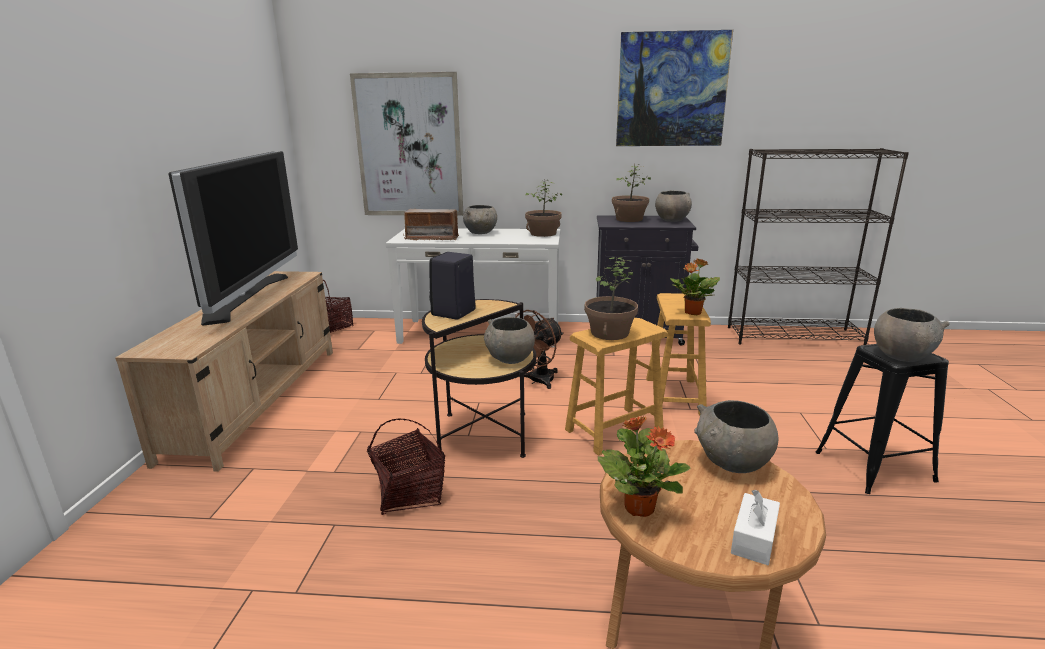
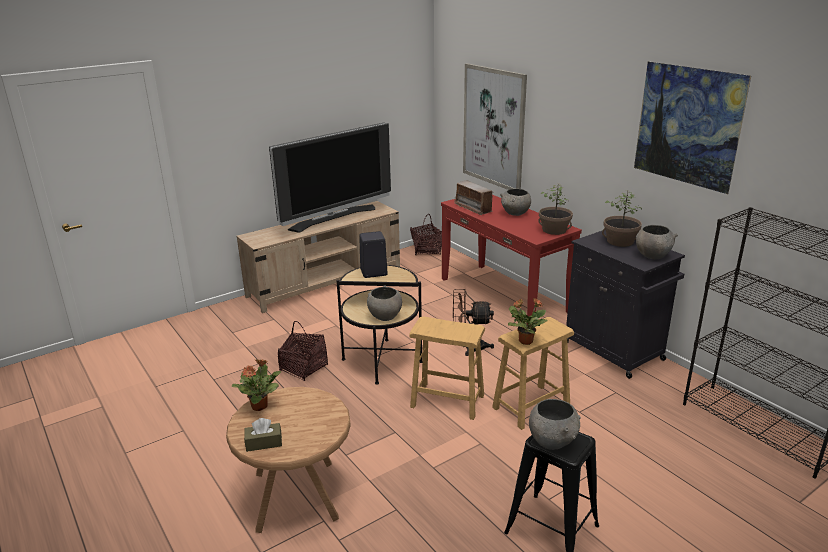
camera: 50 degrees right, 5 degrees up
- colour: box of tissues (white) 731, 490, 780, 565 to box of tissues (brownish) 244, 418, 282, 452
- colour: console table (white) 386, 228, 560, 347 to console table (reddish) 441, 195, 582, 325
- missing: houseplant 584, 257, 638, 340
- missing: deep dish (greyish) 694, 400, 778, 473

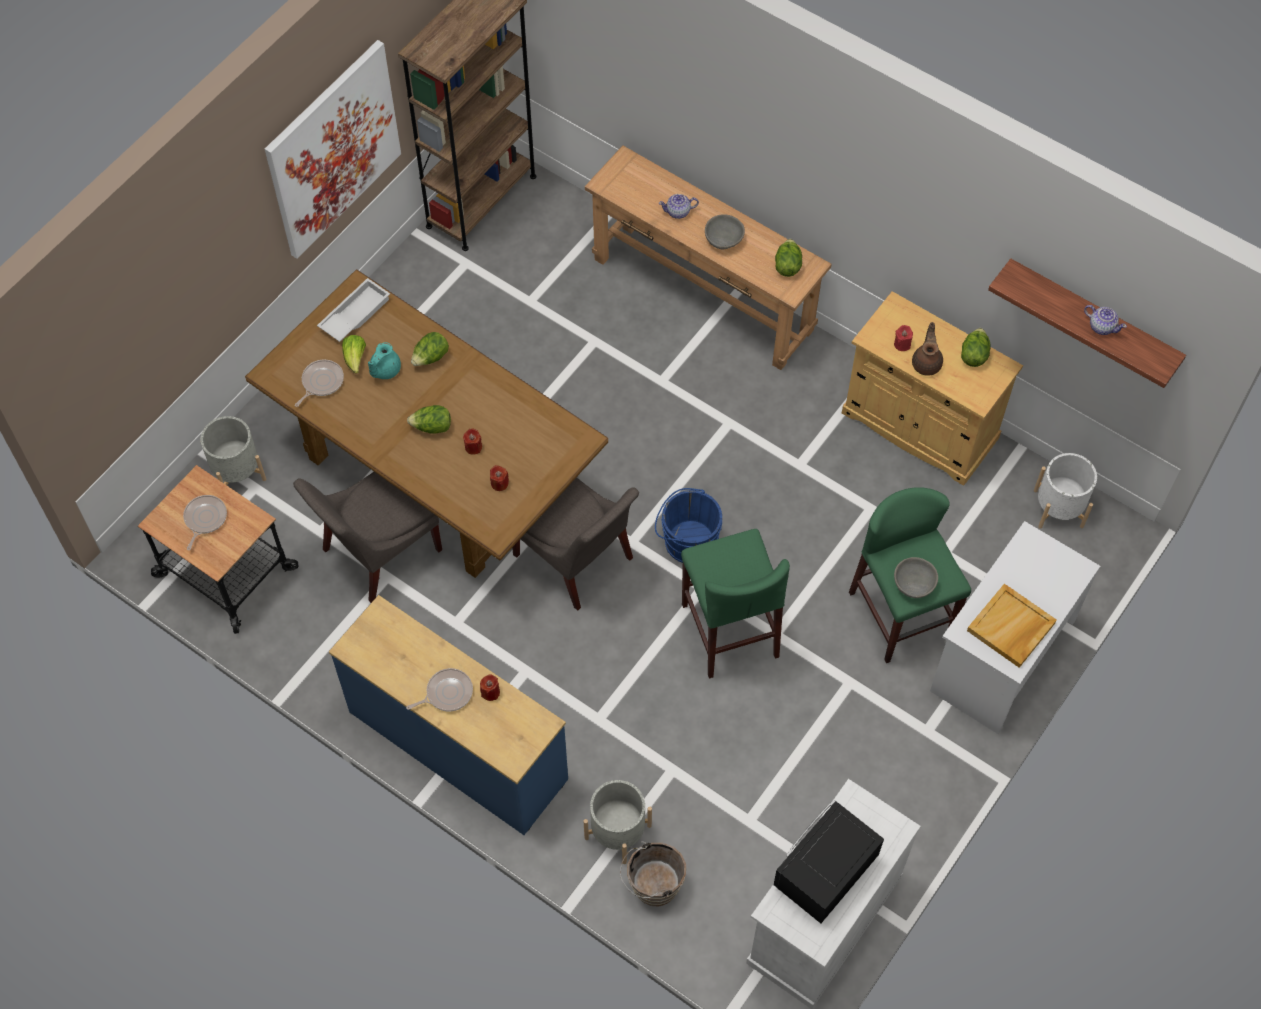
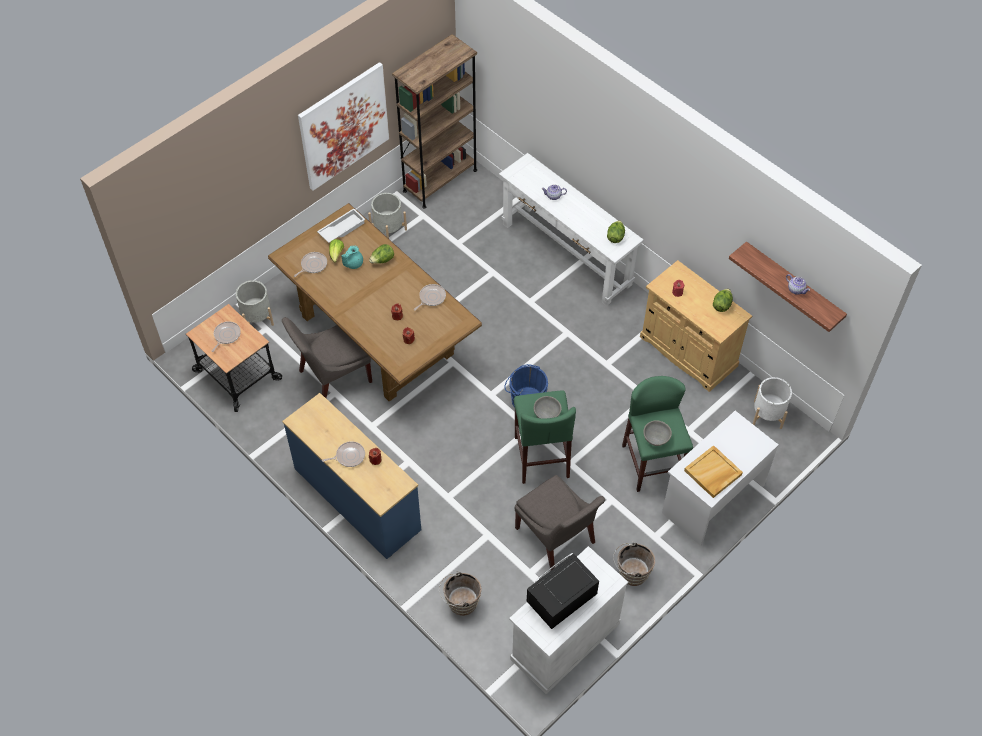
camera: 10 degrees right, 5 degrees down
- relocated: planter (greyish) 583, 780, 652, 864 to 368, 193, 407, 239
- appeared: frying pan 414, 284, 446, 310
- colour: console table (brownish) 585, 145, 832, 370 to console table (white) 499, 153, 644, 306
- relocated: chair (greyish) 512, 477, 639, 610 to 515, 475, 605, 570
- relocated: deep dish (greyish) 705, 214, 745, 249 to 534, 396, 562, 419
- appeared: pail (brownish) 613, 541, 655, 586
- missing: head of lettuce 407, 405, 451, 434
- missing: pot for tea (brownish) 912, 322, 943, 376

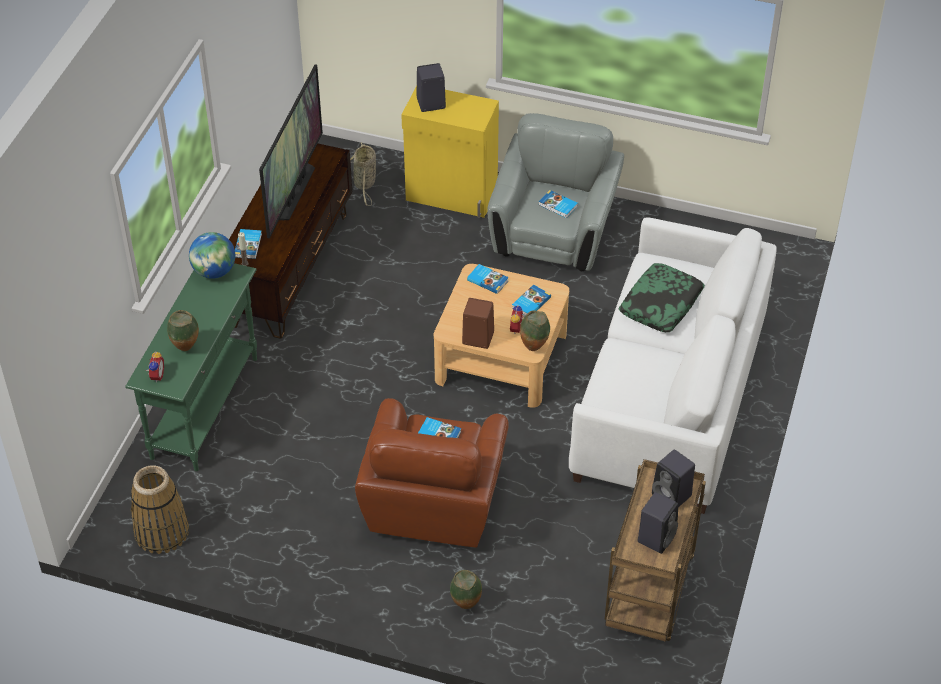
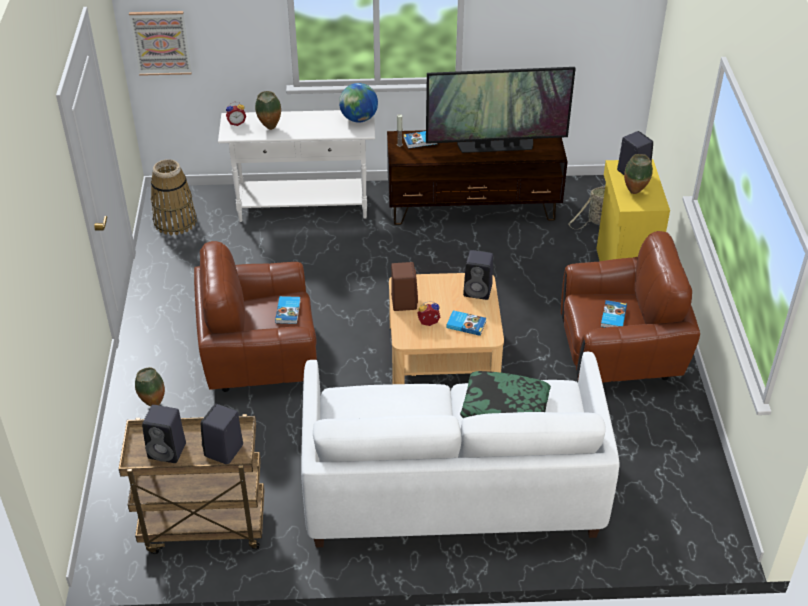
camera: 70 degrees right, 5 degrees down
- appeared: wall art 129, 11, 192, 76
- colour: console table (green) 125, 263, 257, 471 to console table (white) 218, 110, 375, 222
- exchanged: bound book 467, 264, 509, 294 to loudspeaker (black-coloured) 463, 250, 493, 300
- colour: armchair (greyish) 487, 113, 624, 271 to armchair (brownish) 561, 231, 700, 383
- relocated: decorative vase 520, 311, 550, 351 to 624, 154, 653, 194

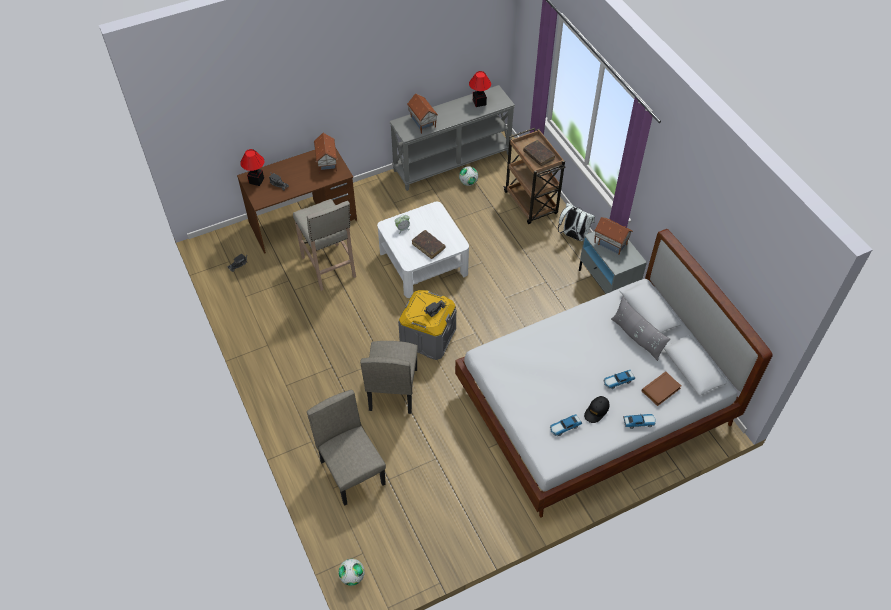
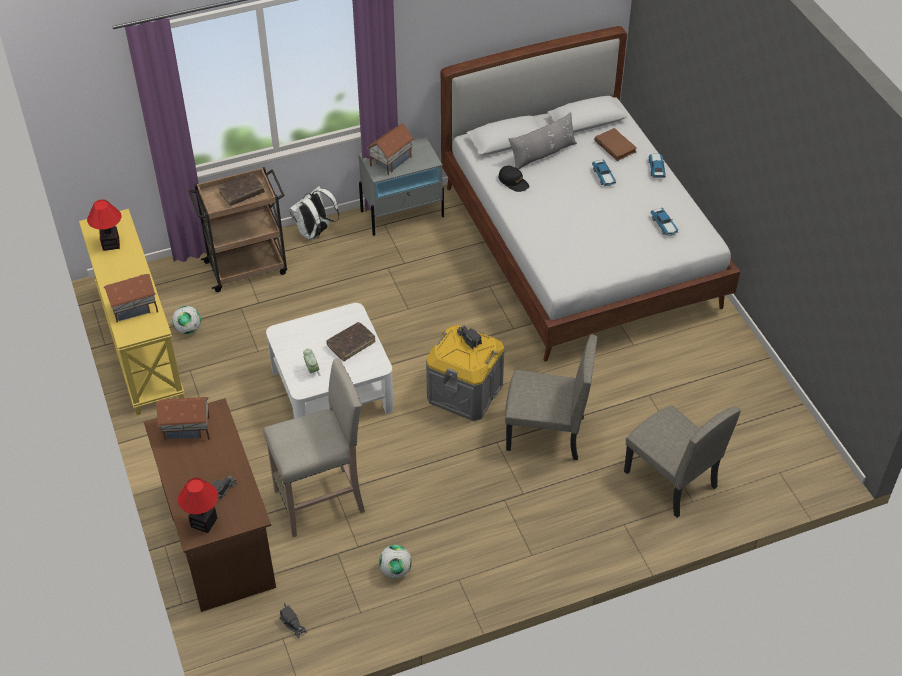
camera: 85 degrees left, 5 degrees down
- colour: console table (greyish) 389, 85, 515, 191 to console table (yellow-coloured) 79, 209, 185, 415
- relocated: ball for football 338, 559, 365, 586 to 379, 545, 412, 578
- relocated: cap (black-coloured) 584, 396, 610, 423 to 499, 166, 529, 192
- spun: chair (sand-coloured) 307, 390, 386, 506 = 624, 406, 741, 518 105 degrees counterclockwise

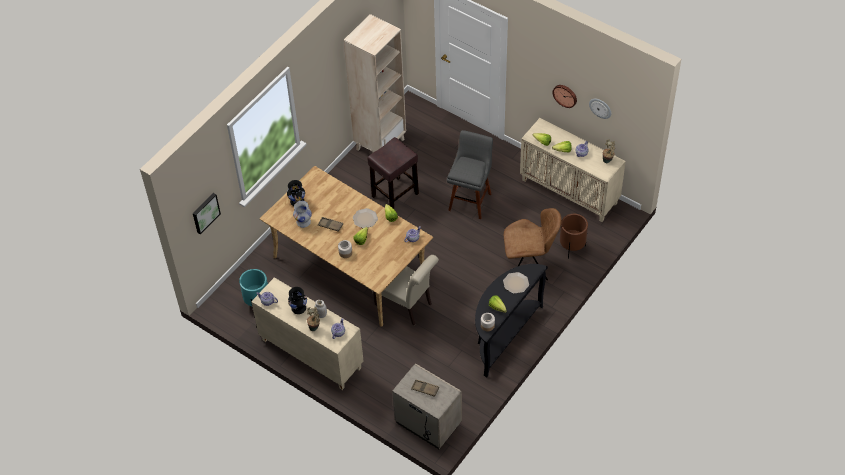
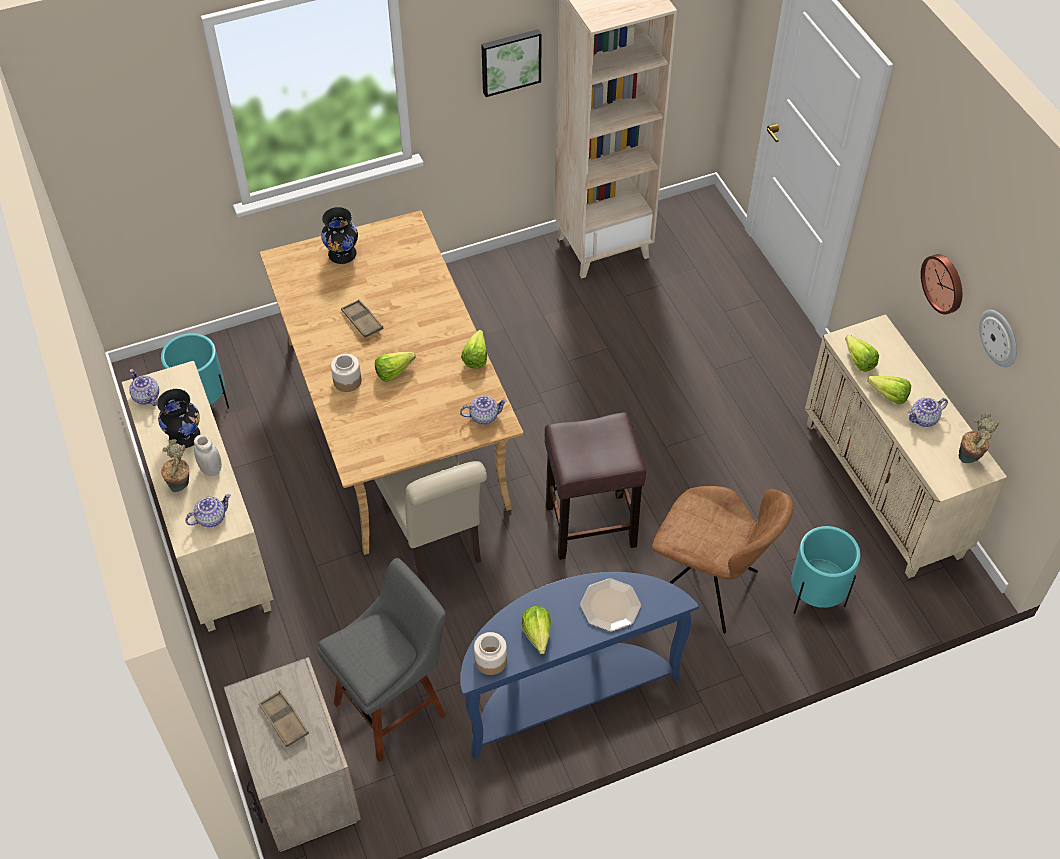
camera: 30 degrees right, 0 degrees up
- relocated: sitting stool (greyish) 447, 130, 493, 219 to 317, 558, 446, 763
- colour: console table (black-coloured) 475, 264, 548, 377 to console table (blue) 461, 572, 699, 760
- relocated: wall art 193, 193, 221, 234 to 481, 29, 542, 97
- relocated: sitting stool (brownish) 367, 137, 419, 209 to 545, 412, 646, 560
- colour: planter (brownish) 560, 214, 588, 259 to planter (blue-green) 791, 526, 860, 614
- missing: decorative vase (white) 293, 201, 312, 228
- missing: dinner plate 353, 208, 378, 228

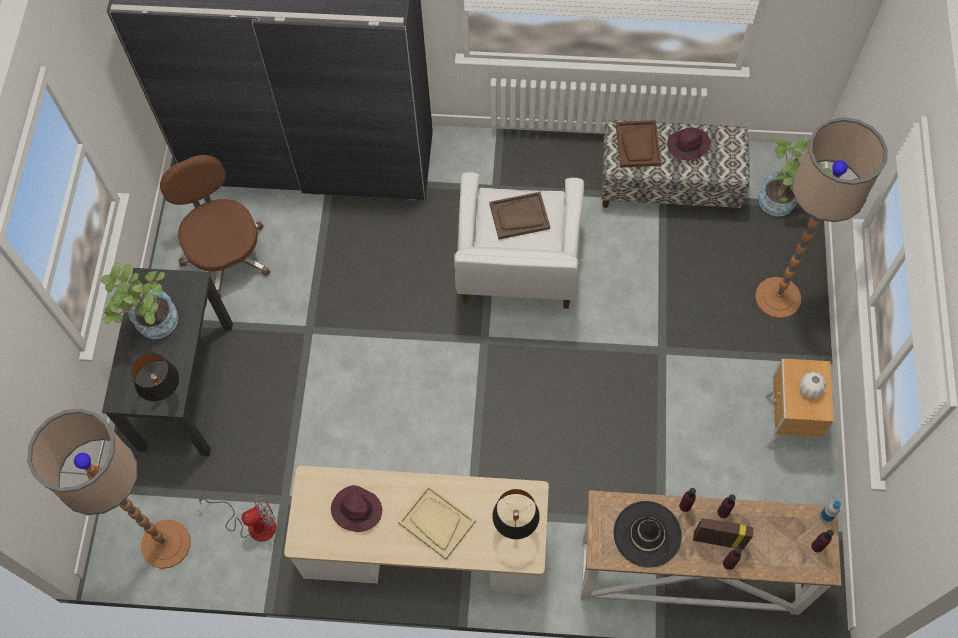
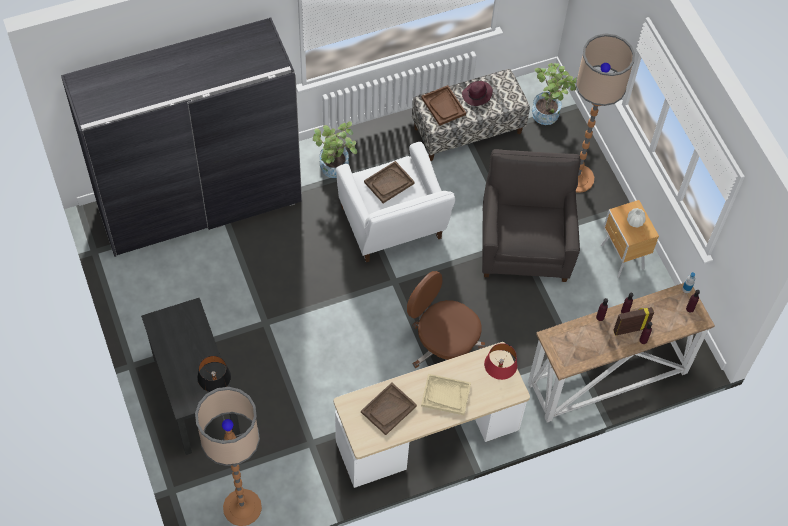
camera: 30 degrees left, 5 degrees down
- relocated: houseplant 101, 263, 178, 339 to 313, 121, 357, 178
- exchanged: hat (purplish) 331, 485, 382, 532 to tray (brownish) 361, 383, 417, 435
- relocated: computer chair (brownish) 160, 155, 270, 298 to 407, 271, 485, 368
- appeared: armchair (greyish) 482, 149, 581, 282
- colour: table lamp (black-coloured) 492, 489, 540, 539 to table lamp (reddish) 484, 343, 517, 380
- missing: electric fan 197, 494, 276, 542
- missing: hat (black-coloured) 613, 501, 682, 568

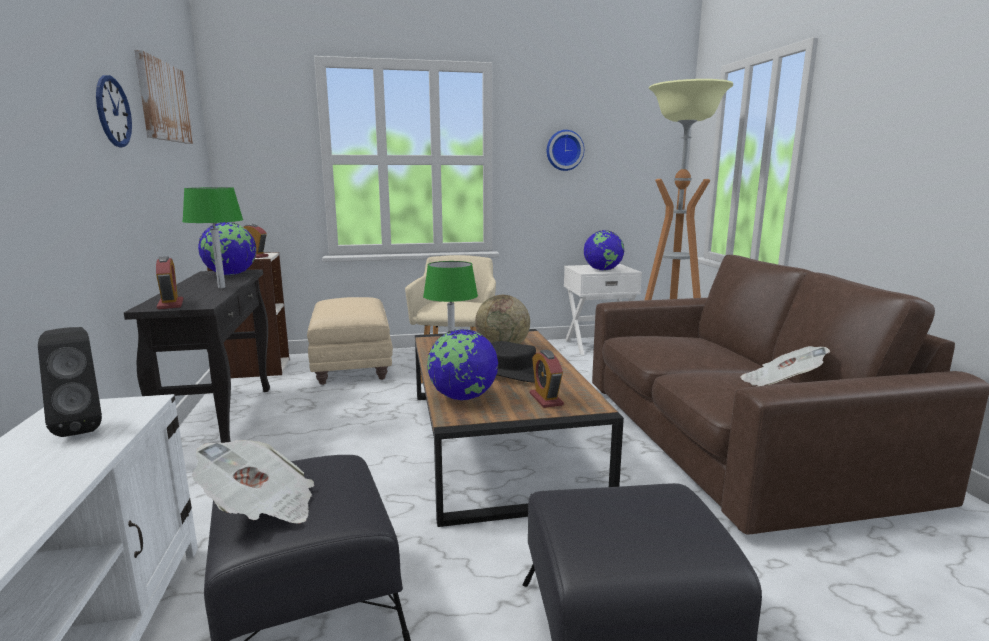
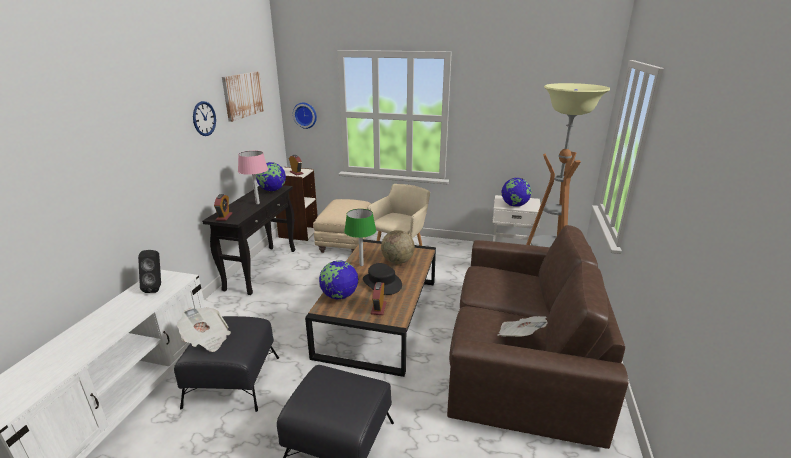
camera: 25 degrees right, 10 degrees up
- colour: table lamp (green) 182, 187, 243, 288 to table lamp (pink-coloured) 238, 151, 268, 204
- relocated: wall clock 547, 130, 584, 171 to 293, 102, 317, 129

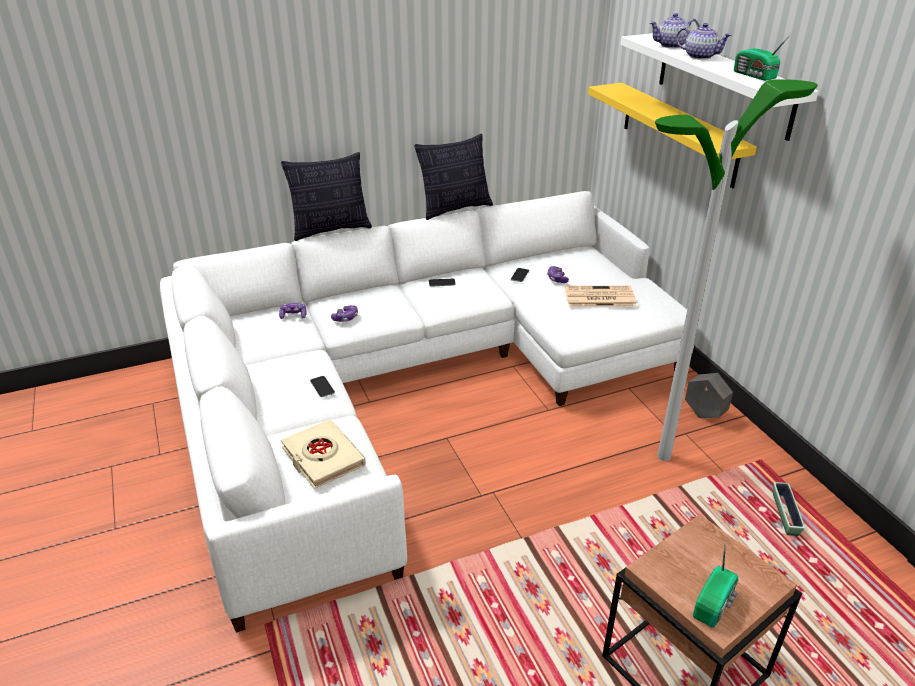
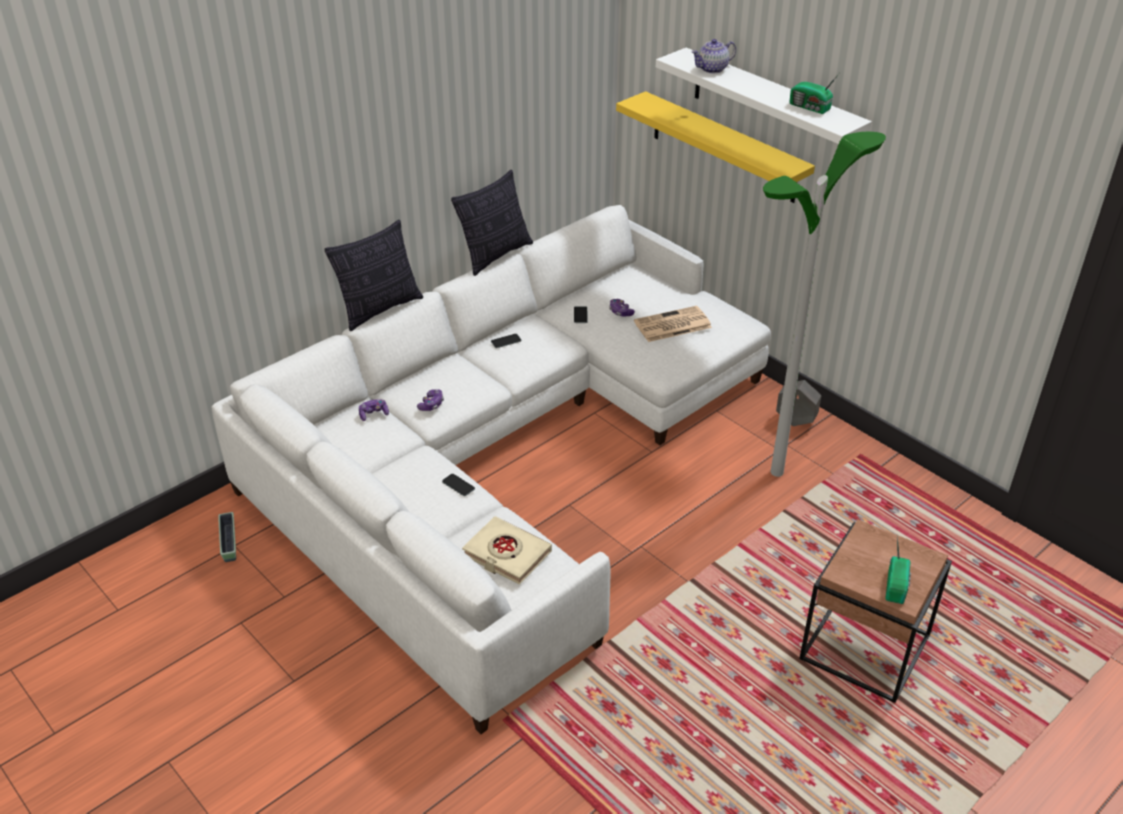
camera: 20 degrees left, 5 degrees up
- relocated: planter 773, 482, 805, 536 to 218, 512, 236, 562
- missing: pot for tea 676, 23, 732, 60

